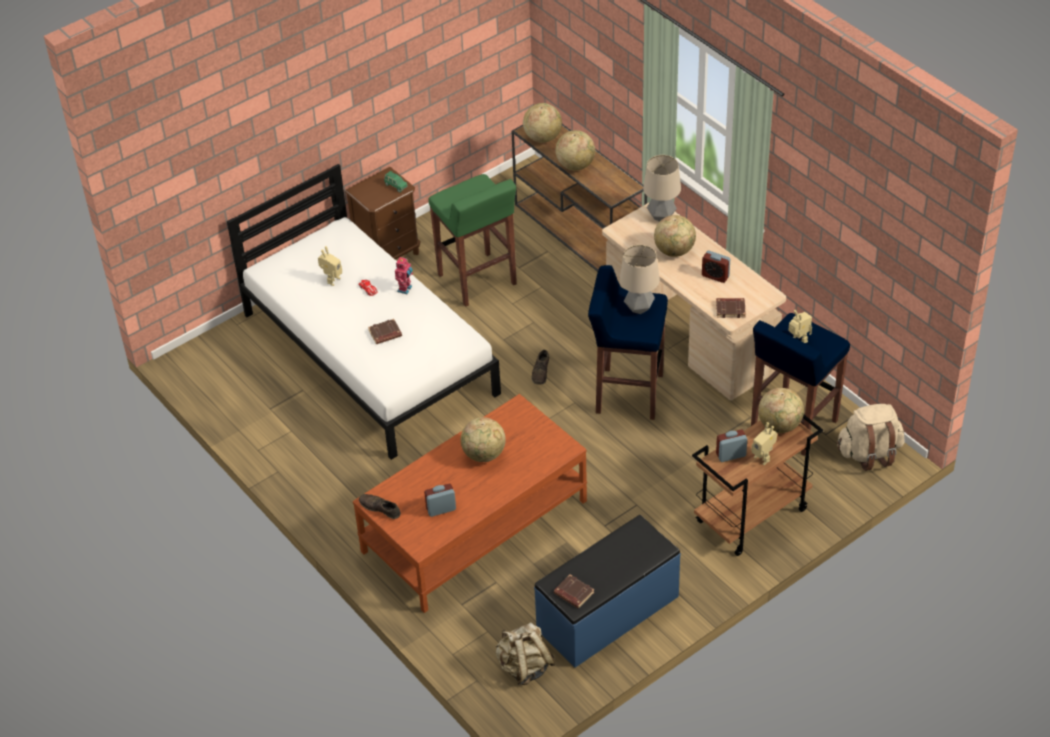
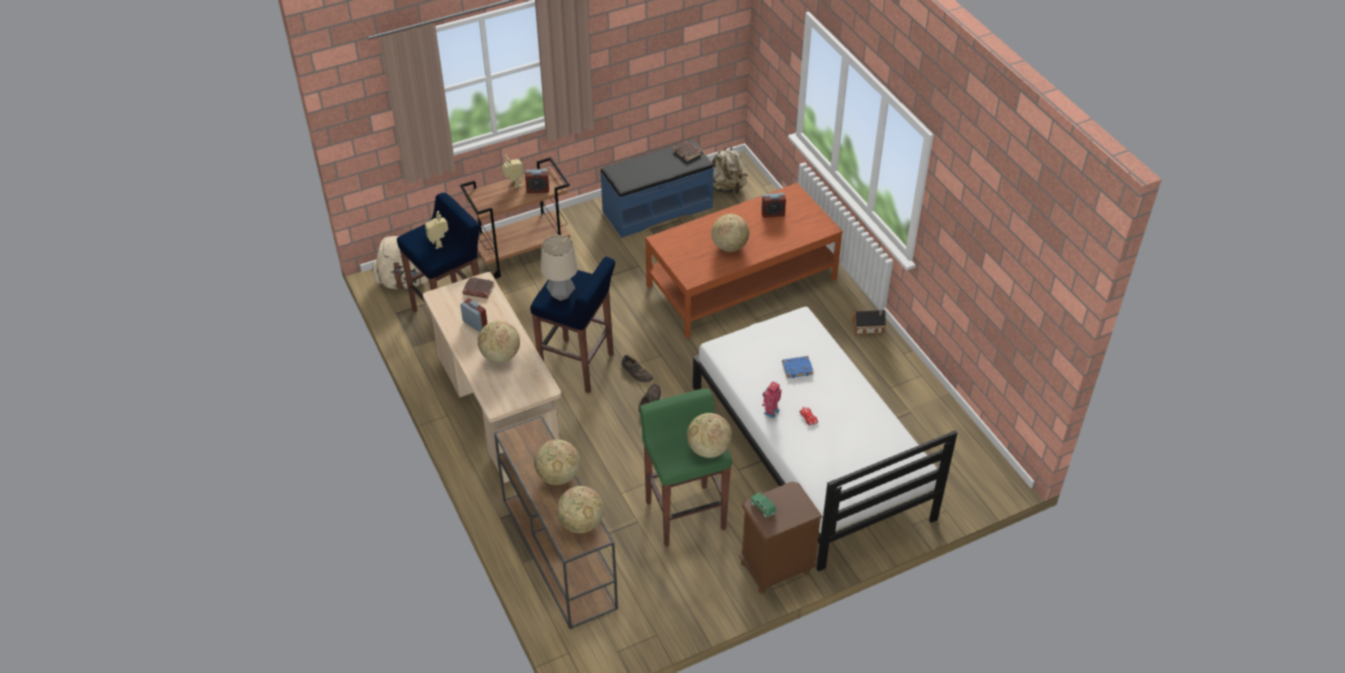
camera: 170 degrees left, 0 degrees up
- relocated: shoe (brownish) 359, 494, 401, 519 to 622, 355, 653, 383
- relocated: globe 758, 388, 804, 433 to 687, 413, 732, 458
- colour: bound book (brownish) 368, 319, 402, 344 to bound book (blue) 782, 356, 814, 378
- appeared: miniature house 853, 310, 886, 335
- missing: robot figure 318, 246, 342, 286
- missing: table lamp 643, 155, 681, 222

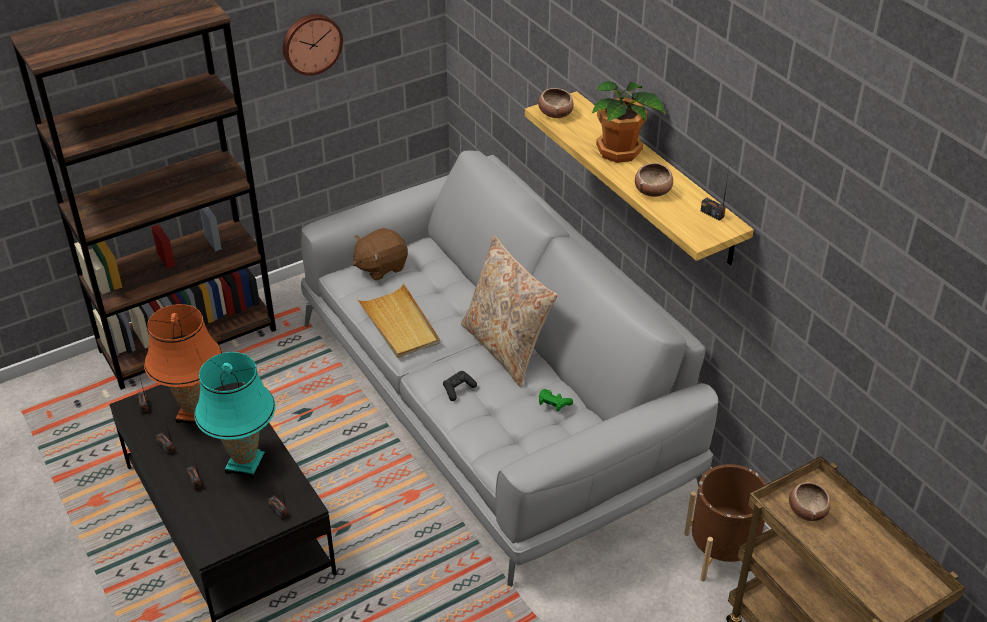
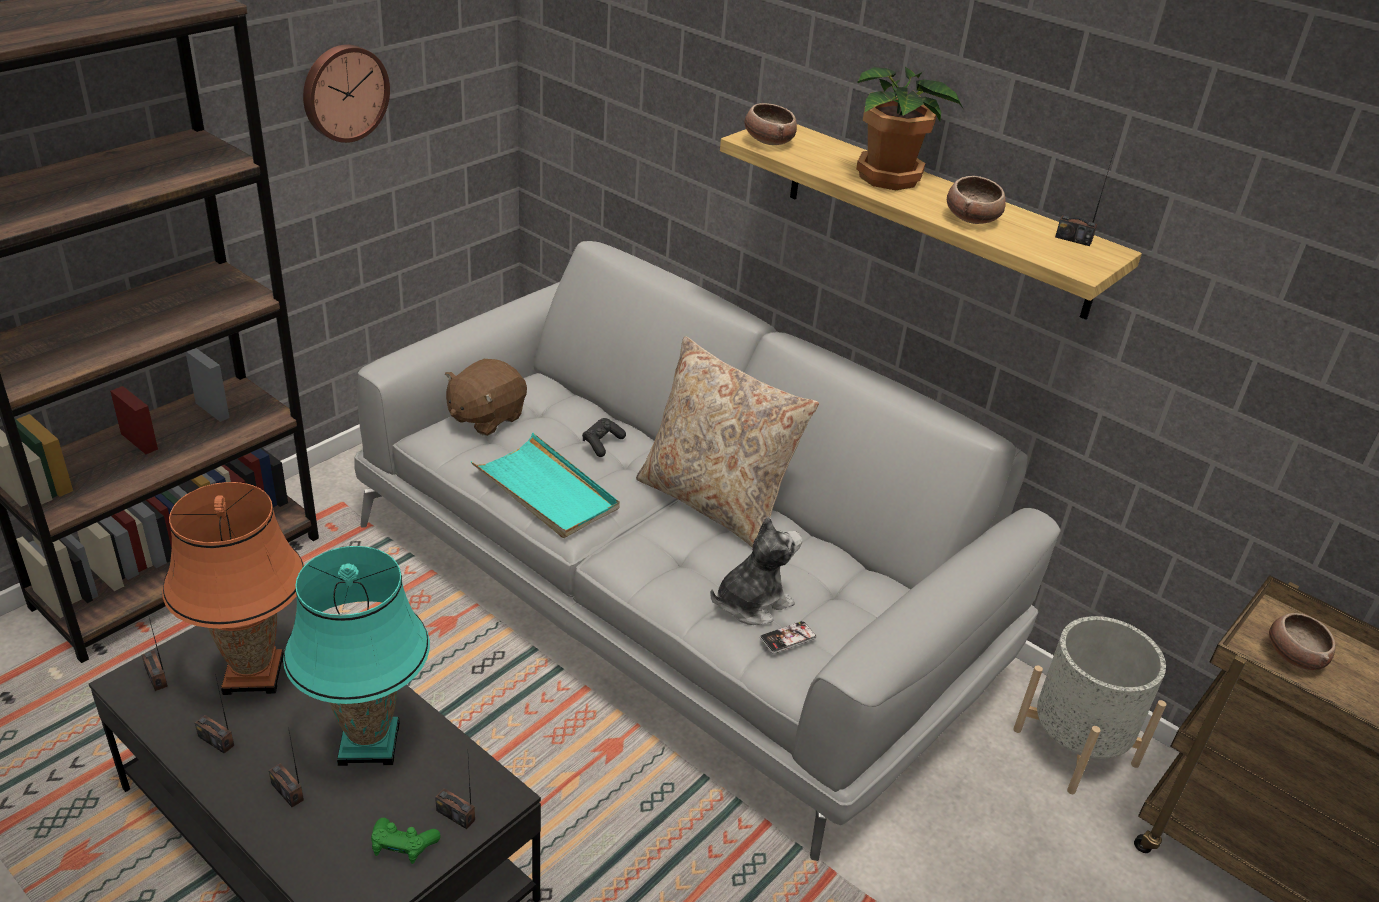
camera: 20 degrees left, 5 degrees down
- relocated: gamepad (green) 539, 389, 573, 412 to 371, 818, 440, 864
- colour: tray (sand-coloured) 356, 283, 440, 358 to tray (blue-green) 470, 433, 620, 538
- relocated: gamepad (black-coloured) 443, 371, 477, 401 to 582, 418, 626, 457
- appeared: cuddly toy 710, 516, 802, 625
- appeared: telephone 760, 621, 816, 654
- colour: planter (brownish) 684, 464, 769, 582 to planter (greyish) 1013, 616, 1166, 794

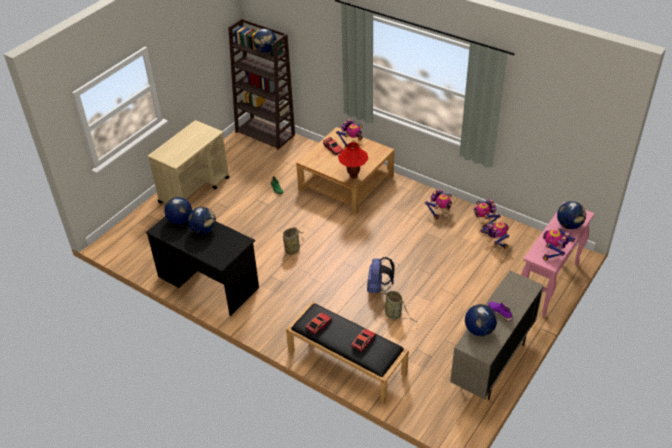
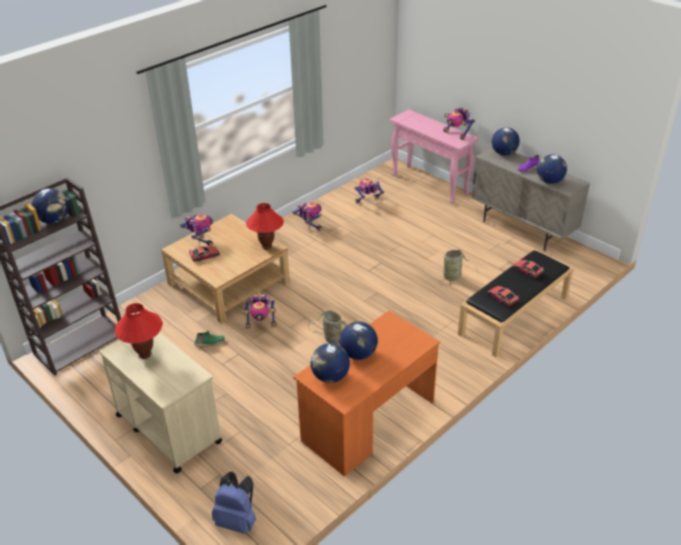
camera: 80 degrees left, 5 degrees down
- appeared: table lamp (reddish) 114, 303, 163, 359
- relocated: knapsack (blue) 367, 257, 395, 293 to 212, 471, 256, 534
- relocated: robot figure 474, 199, 501, 228 to 243, 294, 276, 329
- colour: desk unit (black-coloured) 146, 216, 259, 316 to desk unit (orange) 293, 311, 440, 477
- relocated: globe 557, 201, 586, 229 to 492, 128, 520, 155

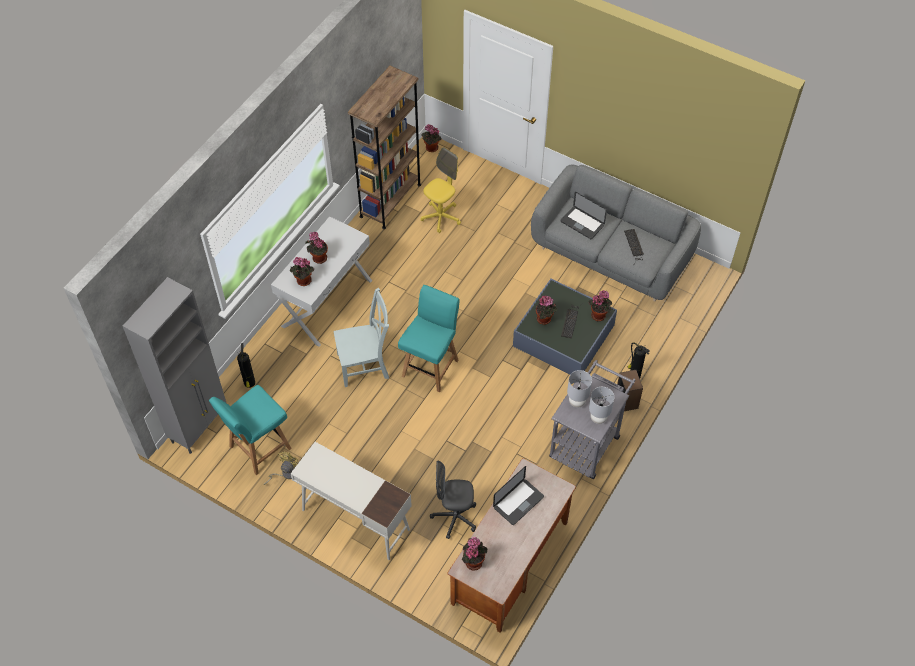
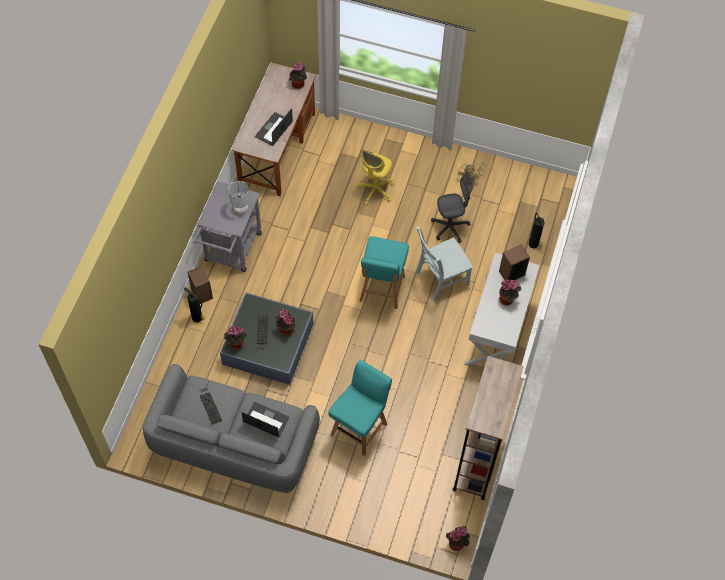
camera: 165 degrees right, 5 degrees up
- relocated: chair (blue-green) 209, 385, 292, 475 to 328, 360, 392, 456
- relocated: computer chair (yellow-coloured) 421, 147, 461, 233 to 356, 150, 394, 205
- relocated: computer chair (greyish) 430, 461, 476, 539 to 431, 172, 473, 243
- exchanged: houseplant 290, 257, 314, 286 to loudspeaker 499, 244, 530, 281
- missing: cabinet (greyish) 123, 277, 226, 454
- missing: desk unit (white) 290, 442, 412, 560
- missing: table lamp (greyish) 589, 387, 614, 424

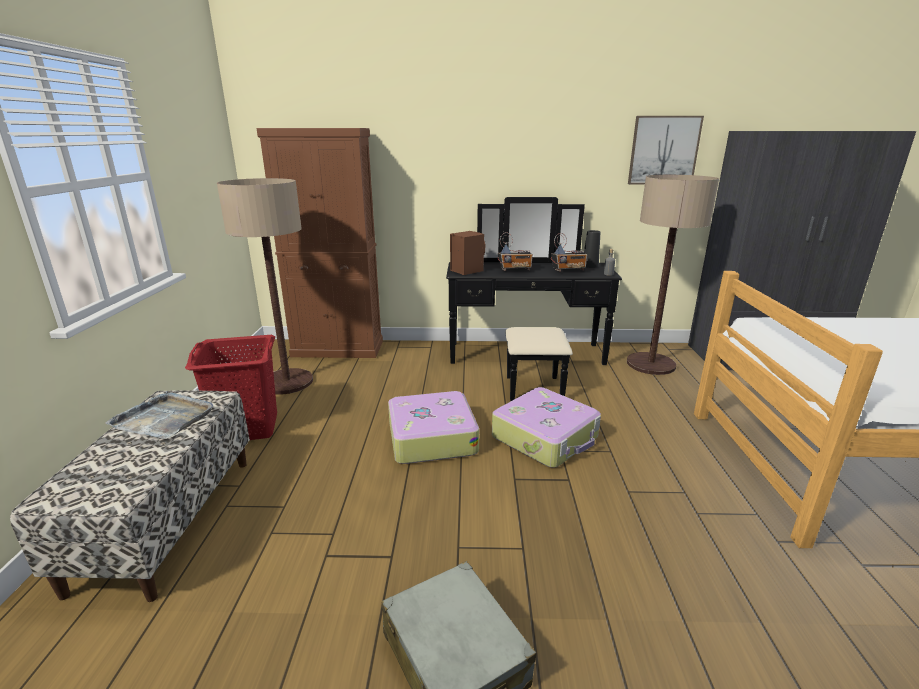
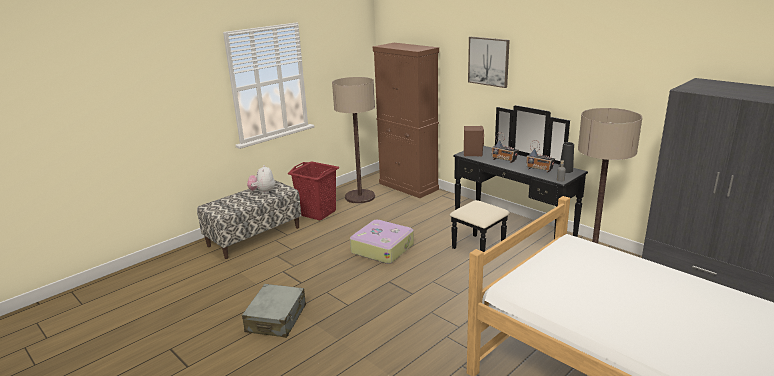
camera: 45 degrees right, 0 degrees up
- exchanged: tray (greyish) 105, 391, 213, 439 to cuddly toy 247, 165, 275, 194
- relocated: wall art 628, 116, 704, 184 to 468, 37, 510, 88
- missing: suitcase 492, 387, 601, 468

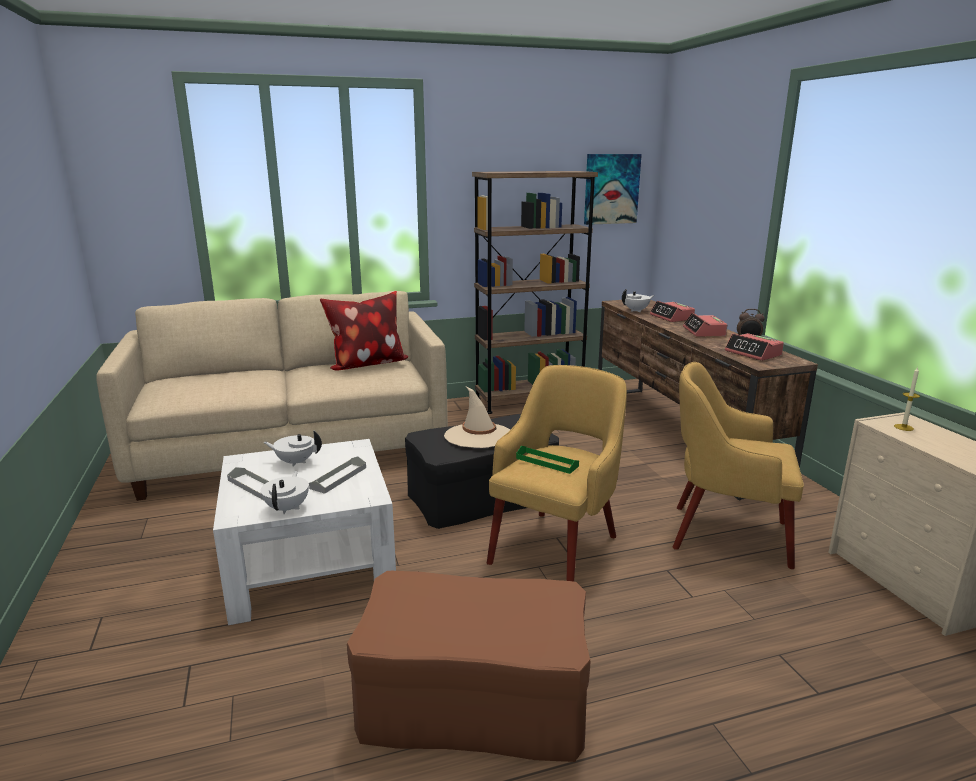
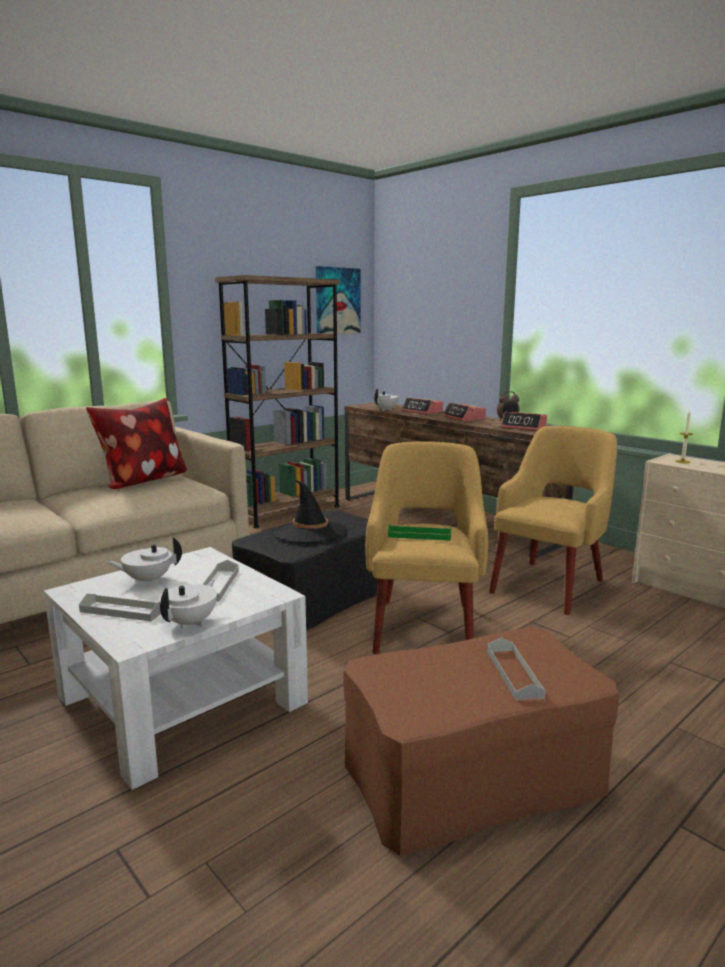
camera: 25 degrees left, 5 degrees down
- spun: pot for tea (white) 261, 471, 309, 514 = 158, 579, 217, 629 45 degrees clockwise
- colour: hat (sand-coloured) 444, 387, 510, 448 to hat (black-coloured) 273, 480, 347, 542
- appeared: tray (greyish) 487, 638, 546, 701
- spun: armchair (yellow-coloured) 673, 362, 804, 569 = 489, 426, 617, 615 135 degrees clockwise

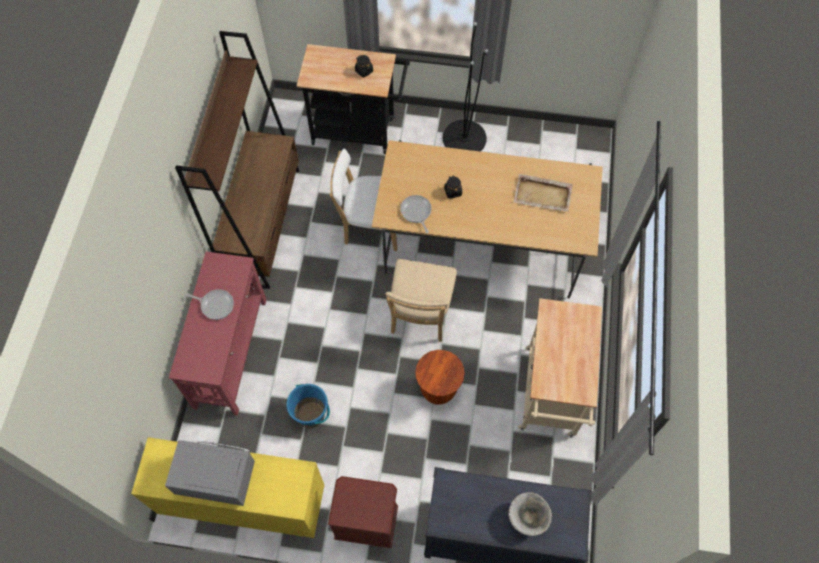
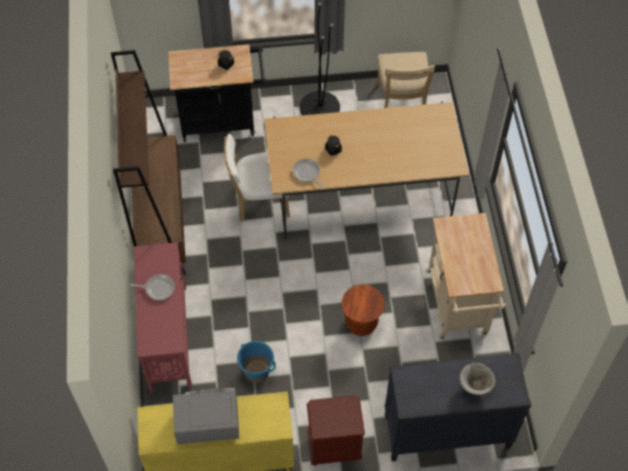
camera: 15 degrees left, 5 degrees down
- relocated: chair (sand-coloured) 385, 259, 457, 342 to 377, 52, 435, 108
- missing: tray (sand-coloured) 513, 174, 573, 212

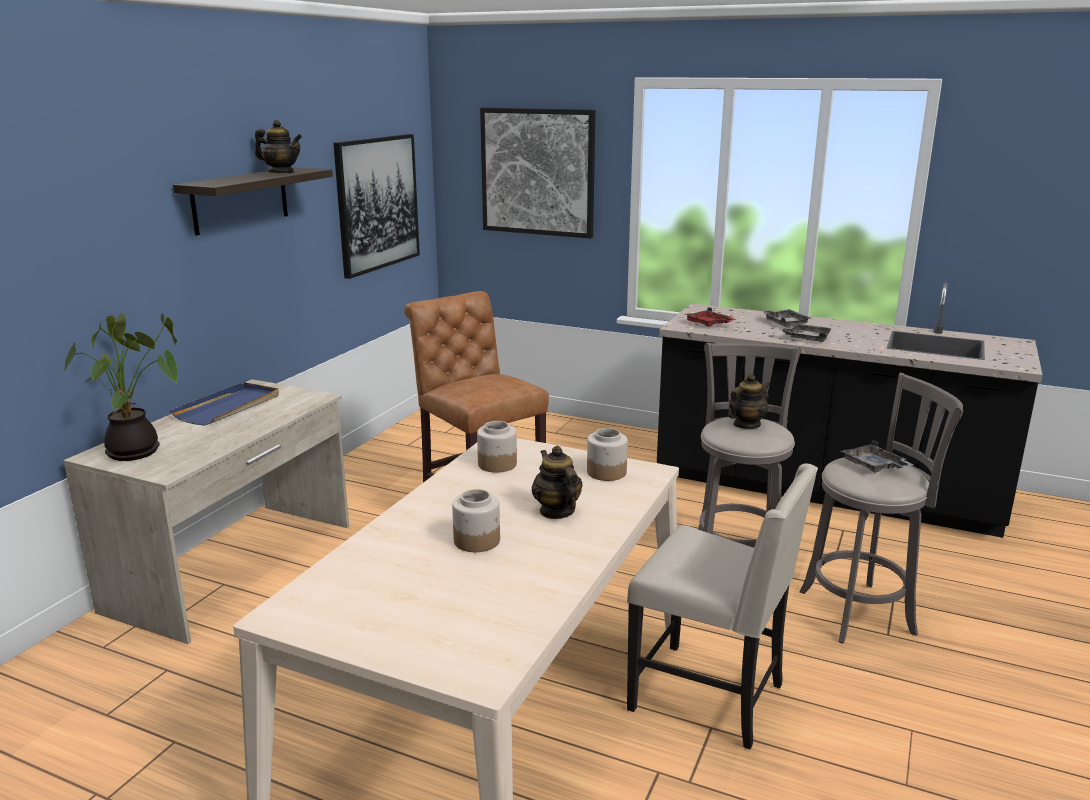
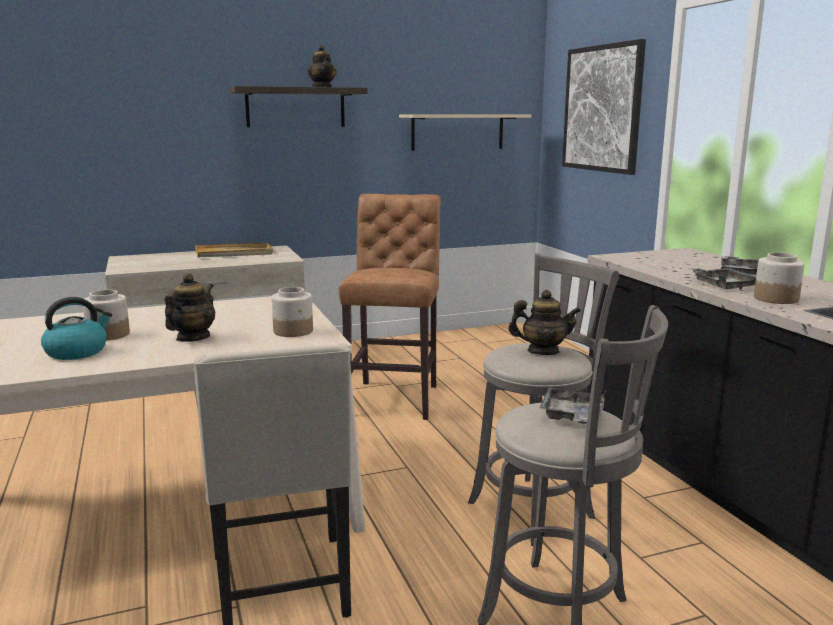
camera: 45 degrees right, 5 degrees down
- appeared: water kettle 41, 297, 112, 360
- colour: tray (blue) 170, 382, 279, 426 to tray (sand-coloured) 195, 243, 273, 257
- exchanged: wall art 333, 134, 420, 279 to shelf (sand-coloured) 399, 114, 532, 150
- relocated: storage jar 477, 421, 517, 473 to 754, 252, 805, 304
- missing: houseplant 63, 313, 178, 461
- missing: tray (reddish) 684, 307, 736, 327

